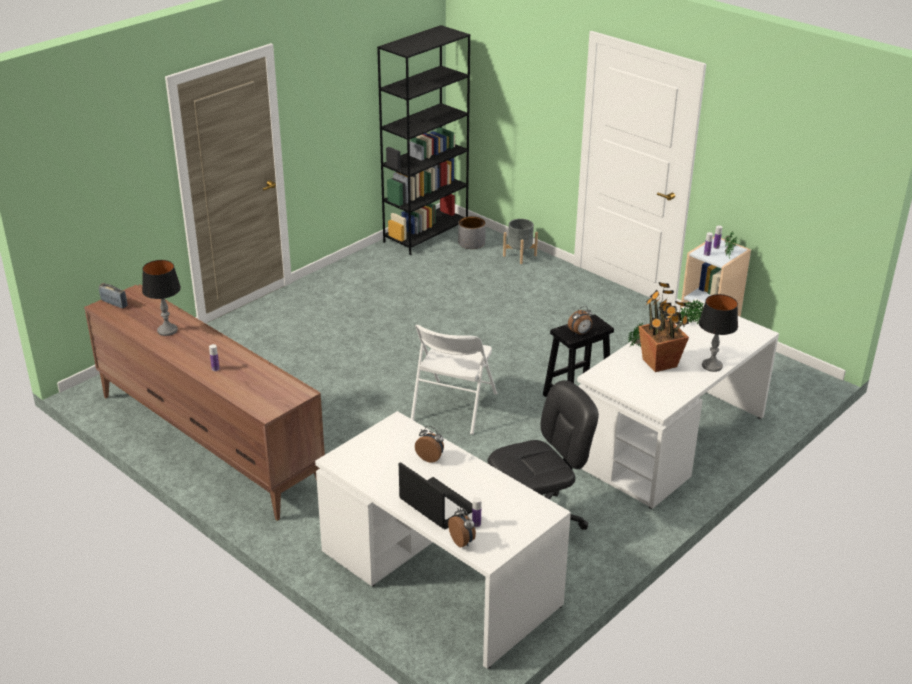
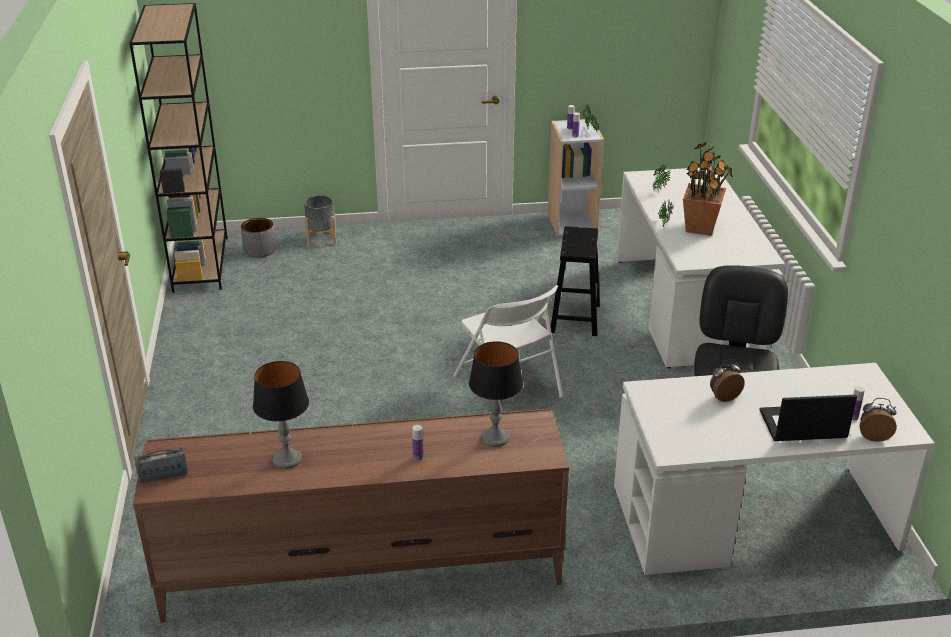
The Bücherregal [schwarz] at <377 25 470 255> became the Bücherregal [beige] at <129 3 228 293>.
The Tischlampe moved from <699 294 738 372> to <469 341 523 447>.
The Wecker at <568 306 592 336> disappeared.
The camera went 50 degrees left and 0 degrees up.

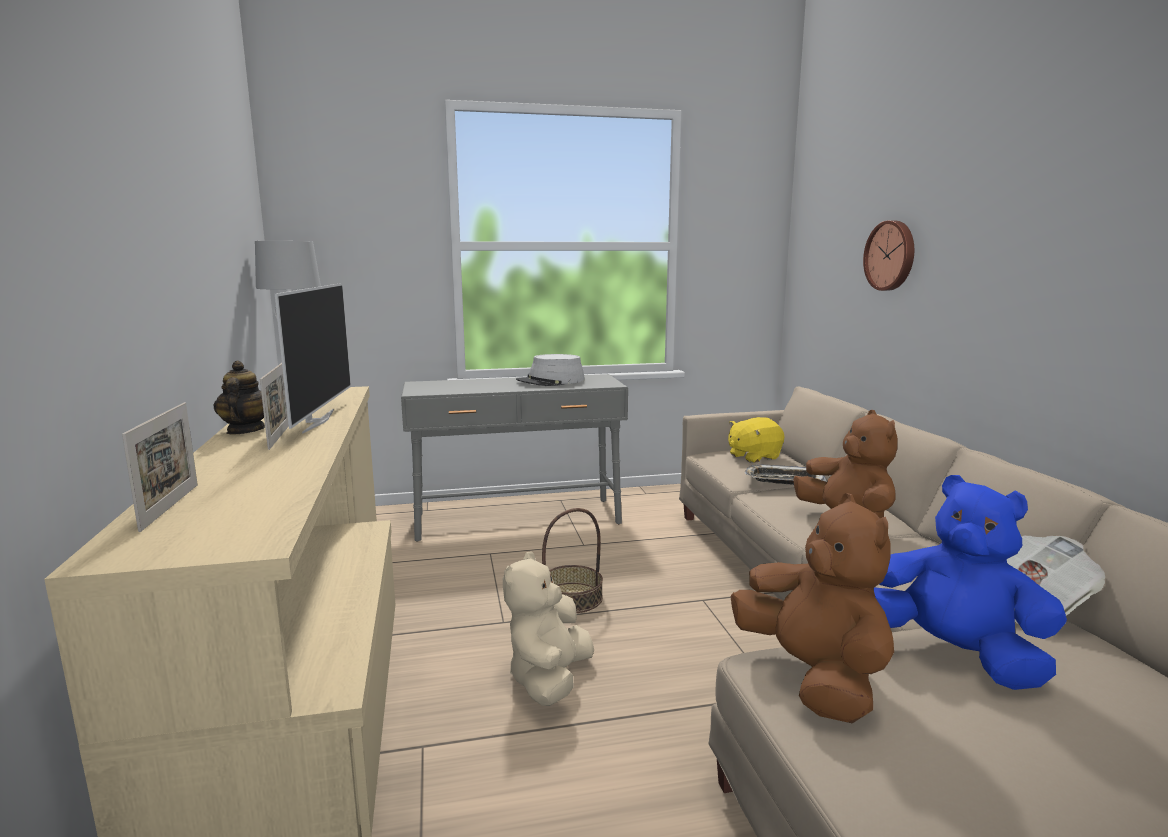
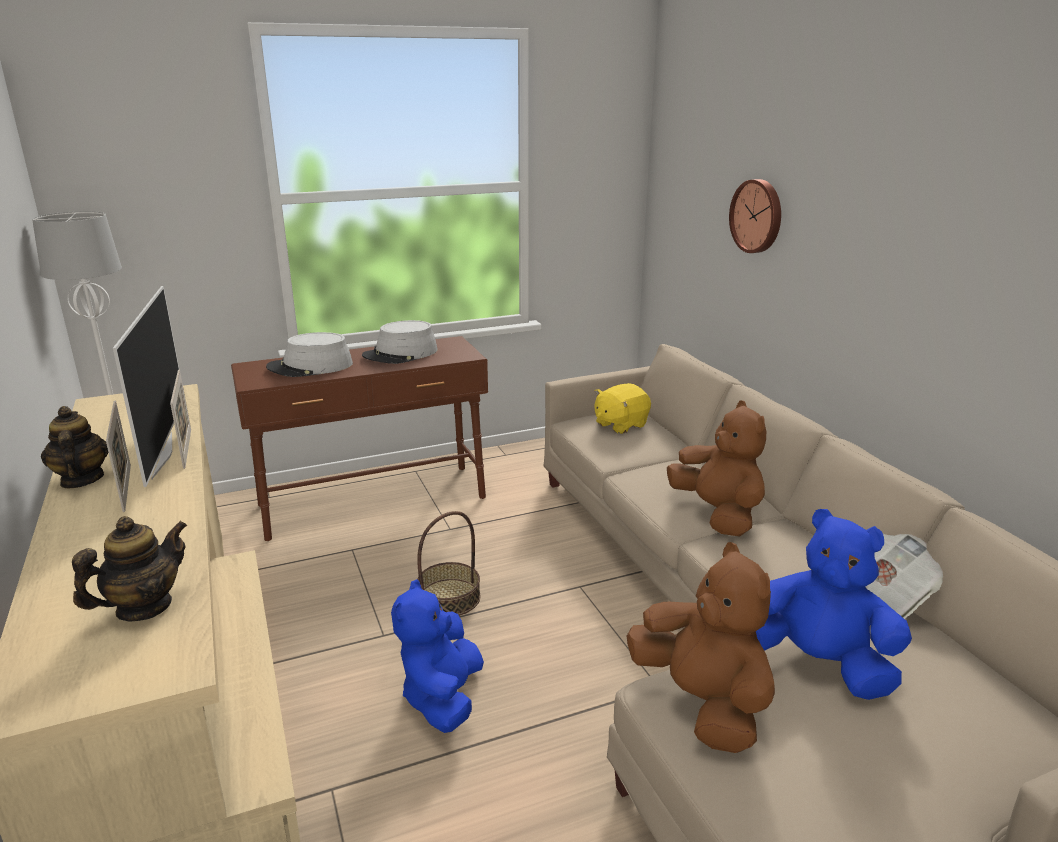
The Teekanne at <72 516 187 622> appeared.
The Bilderrahmen moved from <122 402 198 532> to <170 370 191 469>.
The Konsolentisch [grau] at <401 374 628 542> became the Konsolentisch [braun] at <231 336 488 541>.
The Hut [grau] at <266 332 353 377> appeared.
The Plüschtier [beige] at <503 551 594 706> became the Plüschtier [blau] at <391 579 484 733>.
The Tablett at <744 465 827 485> disappeared.
The camera went 10 degrees left and 10 degrees up.

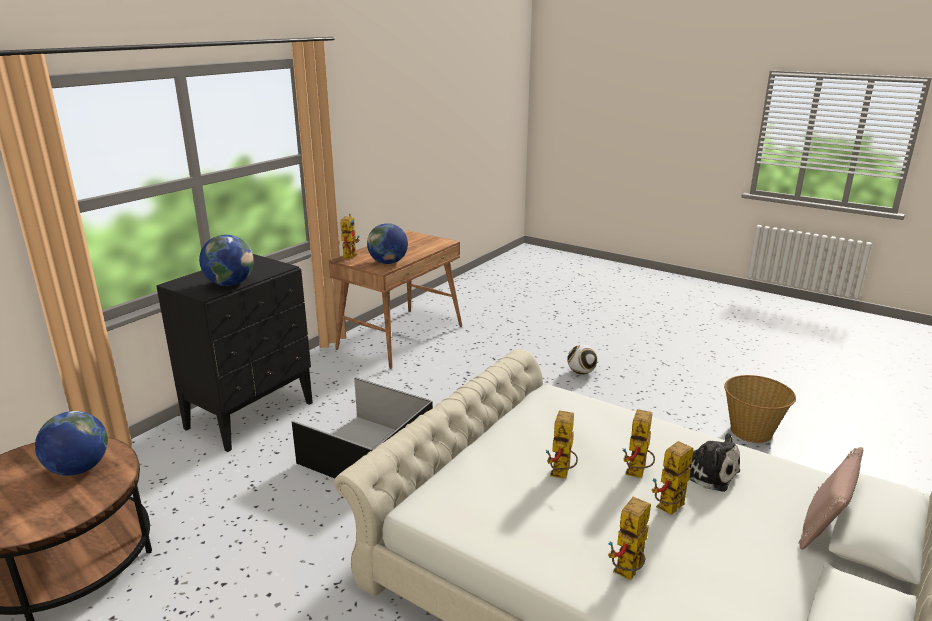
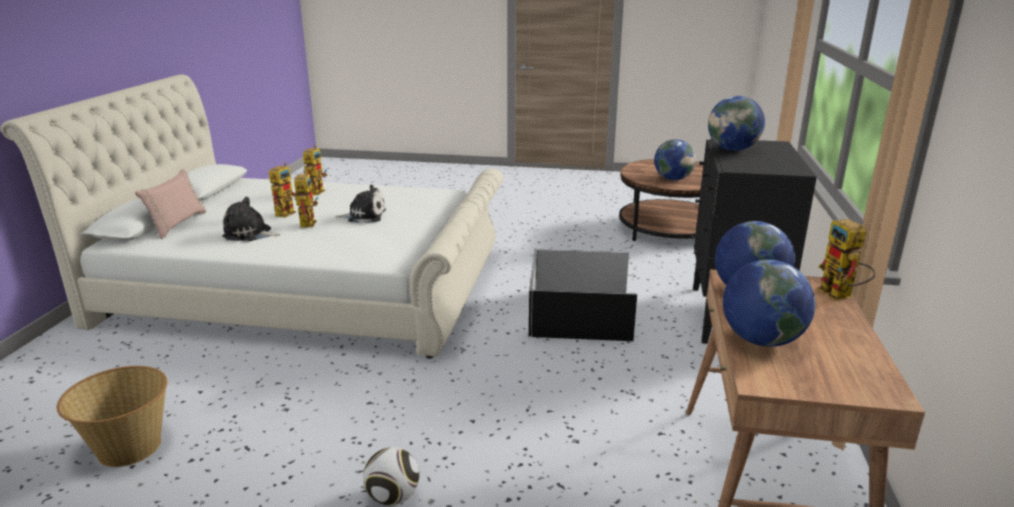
The Spielzeugroboter at <546 410 578 479> was replaced by the Plüschtier at <335 185 386 223>.
The Globus at <723 260 815 347> appeared.
The camera went 155 degrees right and 0 degrees up.

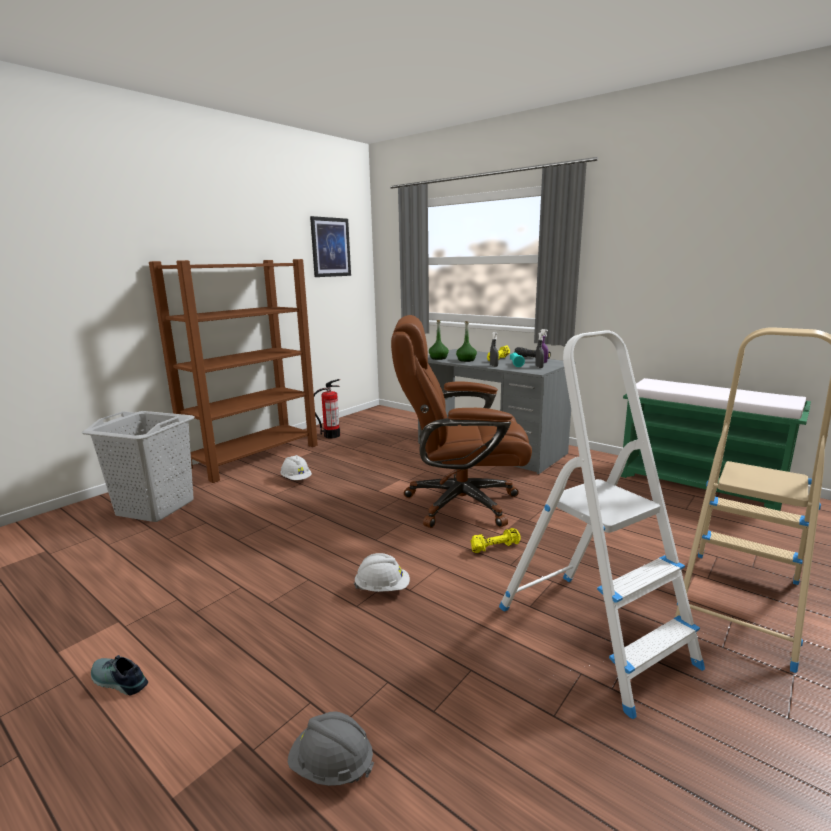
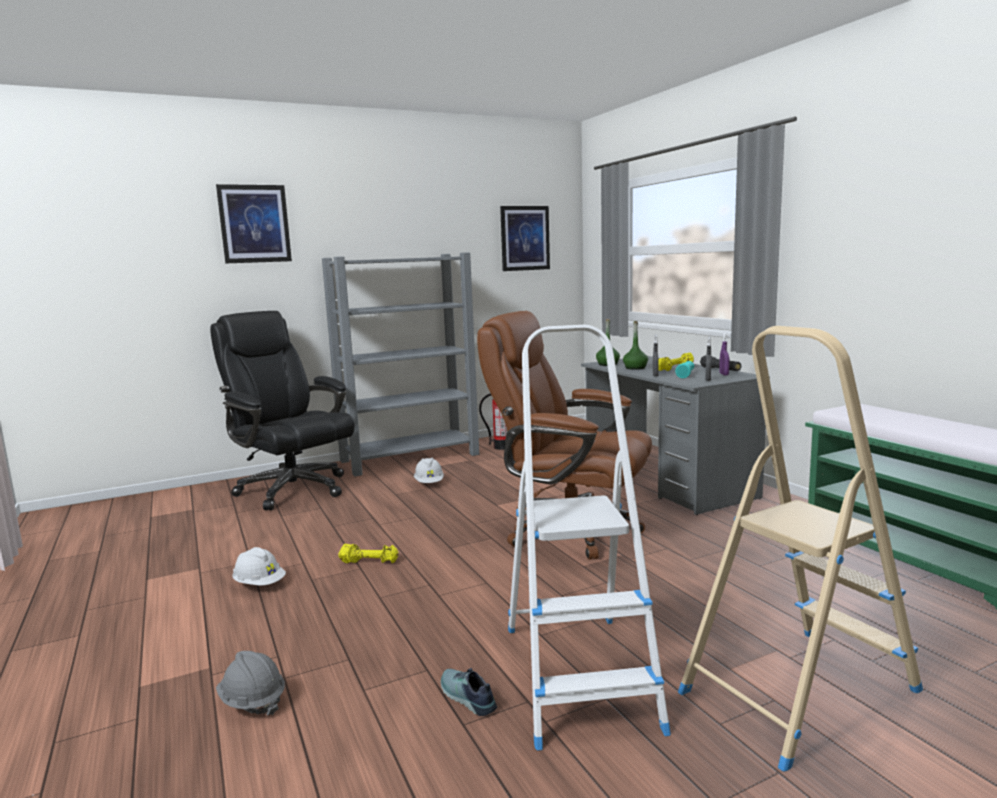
The Wäschekorb [grau] at <81 411 195 522> was replaced by the Bürostuhl [schwarz] at <210 311 355 510>.
The Bild at <216 184 292 264> appeared.
The Schutzhelm [weiß] moved from <354 553 410 592> to <232 547 286 586>.
The Bücherregal [braun] at <149 259 318 483> became the Bücherregal [grau] at <322 252 479 477>.
The Hantel [gelb] moved from <471 528 521 553> to <338 544 399 563>.
The Schuh moved from <91 655 148 696> to <441 668 497 716>.
The camera went 25 degrees right and 5 degrees down.

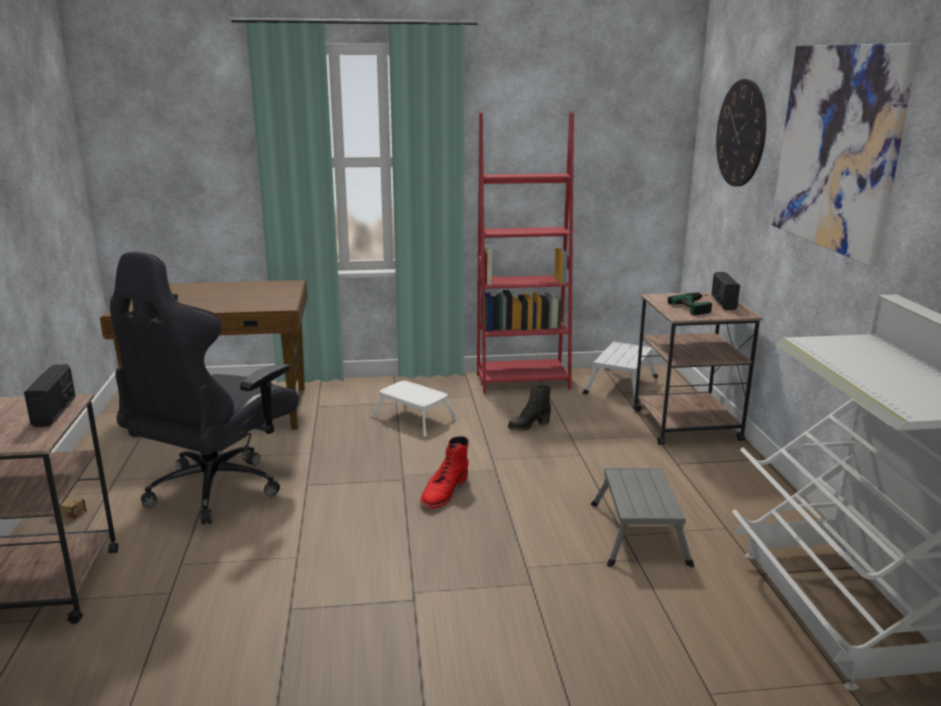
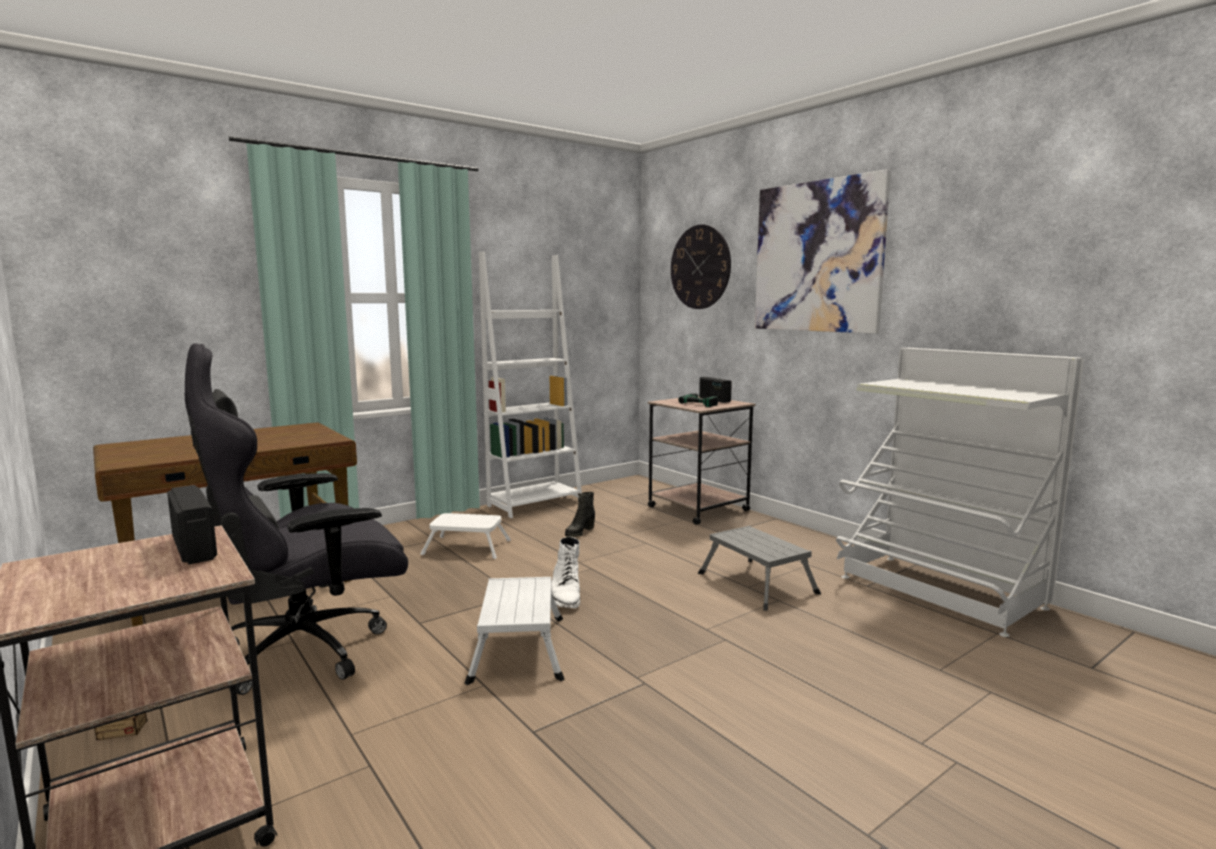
The Bürostuhl [schwarz] at <110 252 299 524> turned 60 degrees clockwise.
The Trittleiter [weiß] moved from <583 341 658 404> to <465 577 564 685>.
The Bücherregal [rot] at <477 112 574 394> became the Bücherregal [weiß] at <479 252 582 518>.
The Stiefel [rot] at <420 436 469 509> became the Stiefel [weiß] at <551 537 580 608>.
The camera went 30 degrees left and 10 degrees down.

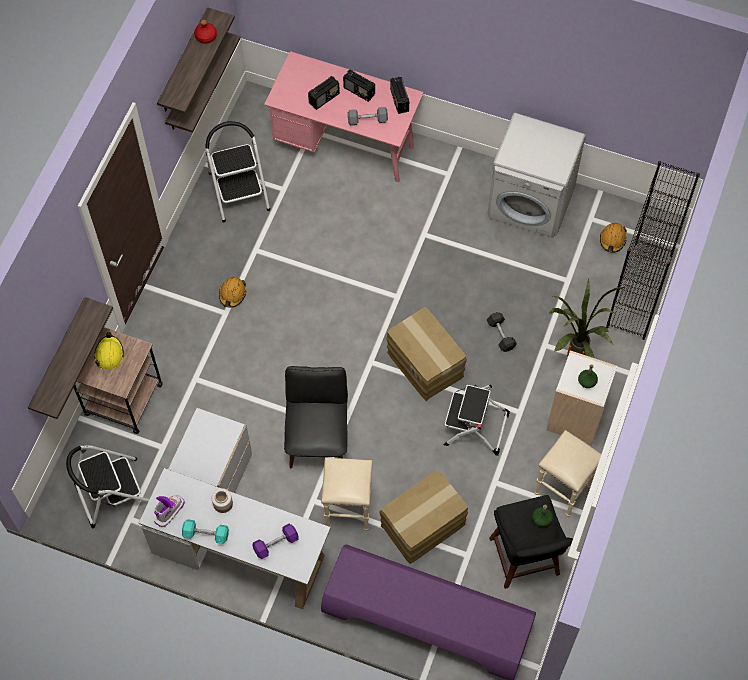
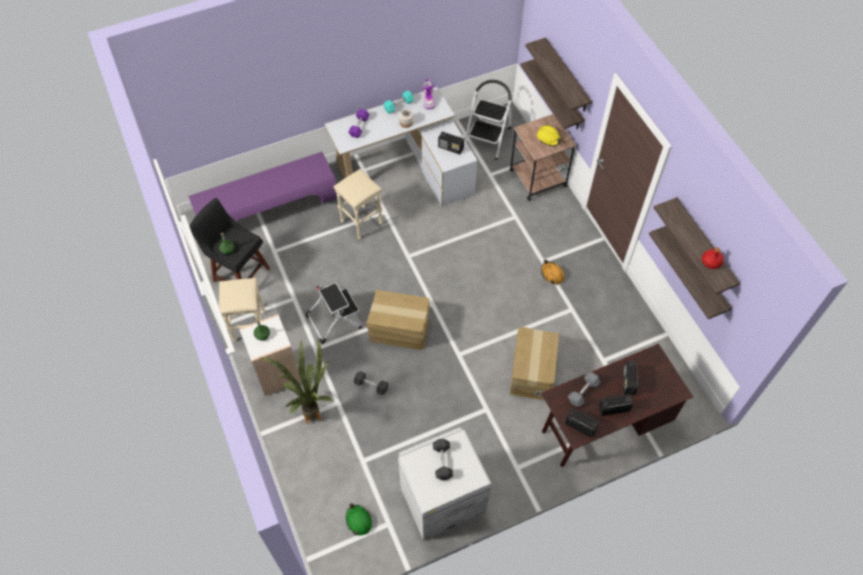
The Schutzhelm [orange] at <600 223 627 253> became the Schutzhelm [grün] at <346 503 372 535>.
The Hantel [grau] at <433 439 453 480> appeared.
The Radio at <438 132 464 155> appeared.
The Karton moved from <379 470 468 564> to <510 327 559 400>.
The Wandregal at <525 38 592 112> appeared.
The Schreibtisch [rosa] at <264 51 424 182> became the Schreibtisch [braun] at <541 344 693 467>.
The Trittleiter at <205 121 270 222> disappeared.
The Stuhl [schwarz] at <284 366 348 468> disappeared.
The Bücherregal [schwarz] at <606 161 700 340> disappeared.
The camera went 135 degrees right and 5 degrees down.

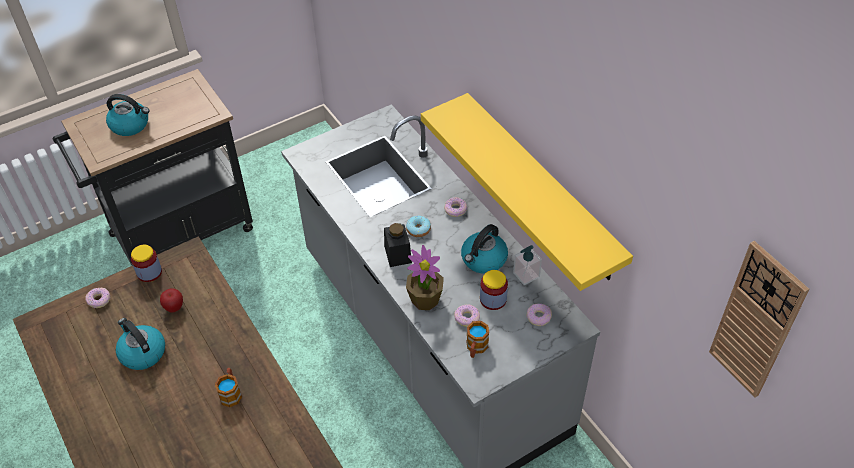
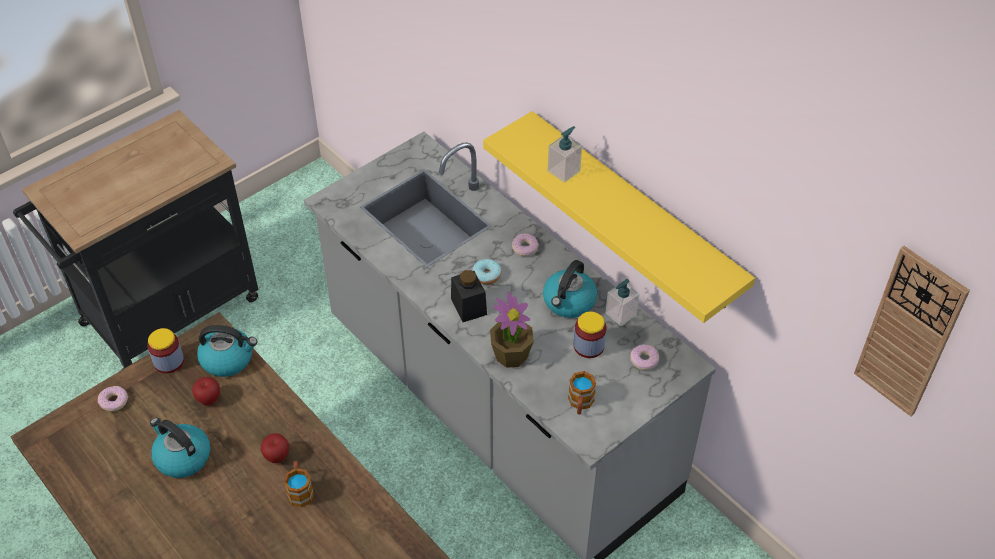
The Wasserkessel moved from <106 94 149 136> to <197 325 257 377>.
The Apfel at <261 433 289 463> appeared.
The Seifenspender at <548 126 582 183> appeared.
The Donut at <454 304 480 327> disappeared.
The camera went 10 degrees left and 0 degrees up.

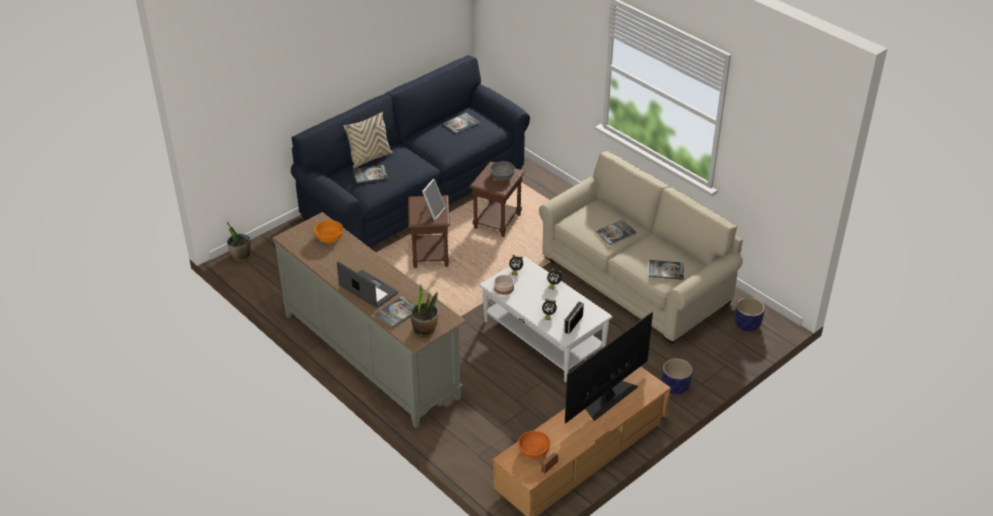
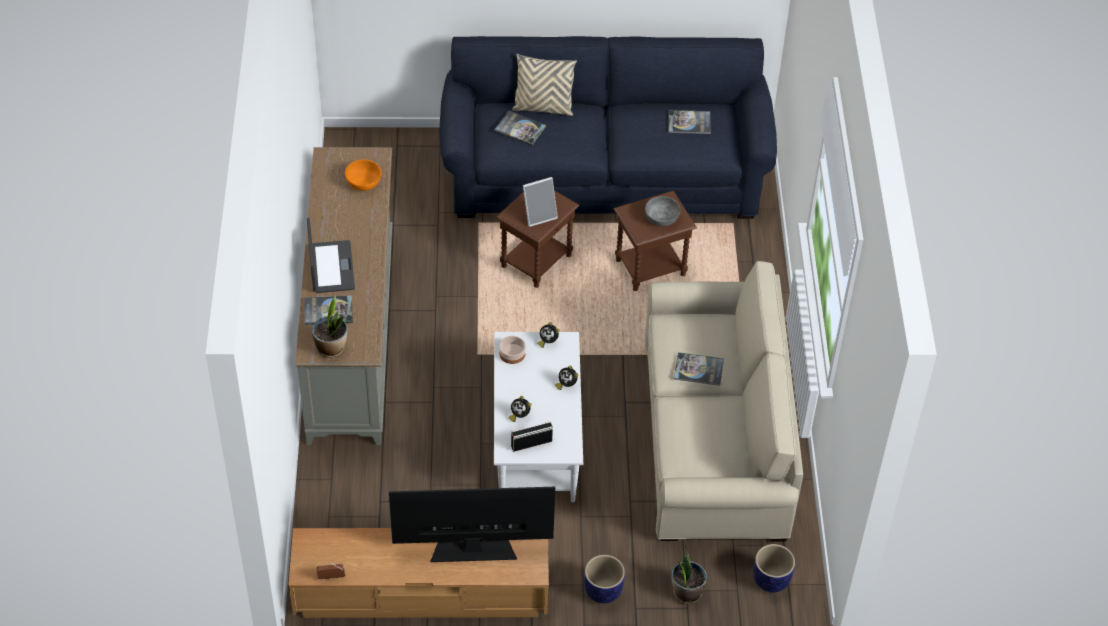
The Topfpflanze moved from <227 222 251 261> to <672 545 707 604>.
The Schüssel [orange] at <518 431 550 459> disappeared.
The Buch at <649 260 684 280> disappeared.
The camera went 40 degrees right and 10 degrees up.

